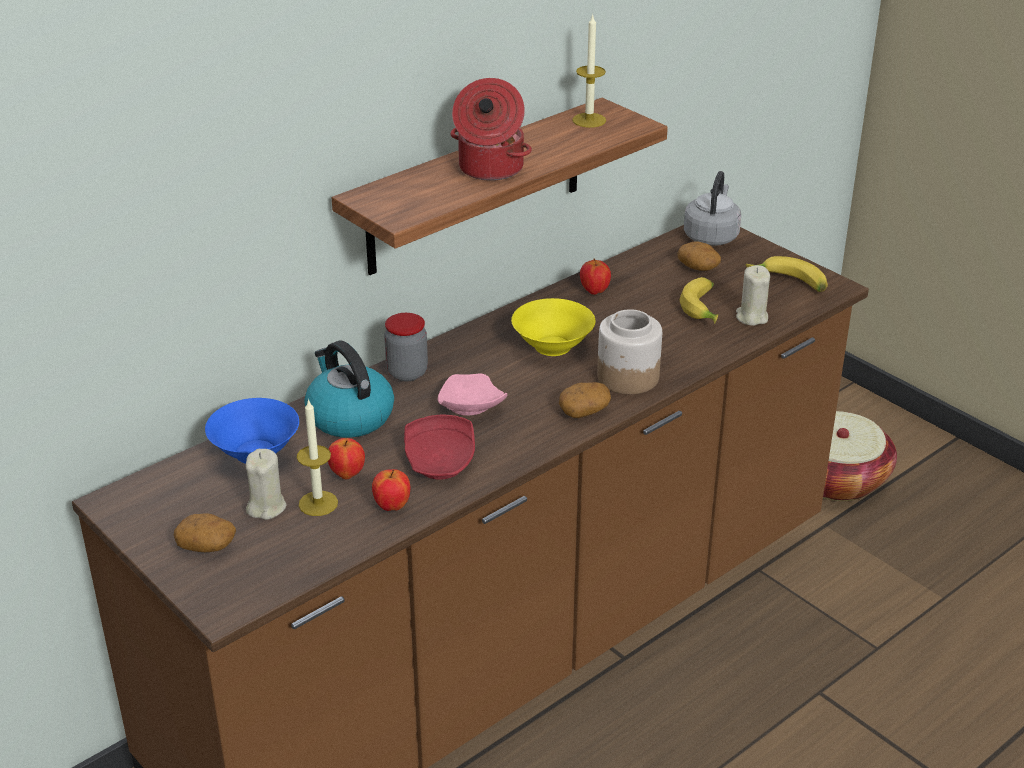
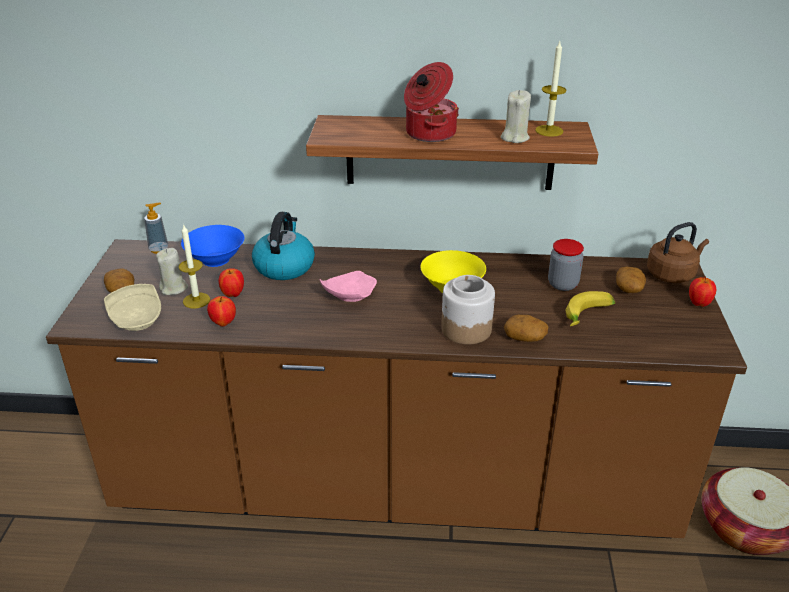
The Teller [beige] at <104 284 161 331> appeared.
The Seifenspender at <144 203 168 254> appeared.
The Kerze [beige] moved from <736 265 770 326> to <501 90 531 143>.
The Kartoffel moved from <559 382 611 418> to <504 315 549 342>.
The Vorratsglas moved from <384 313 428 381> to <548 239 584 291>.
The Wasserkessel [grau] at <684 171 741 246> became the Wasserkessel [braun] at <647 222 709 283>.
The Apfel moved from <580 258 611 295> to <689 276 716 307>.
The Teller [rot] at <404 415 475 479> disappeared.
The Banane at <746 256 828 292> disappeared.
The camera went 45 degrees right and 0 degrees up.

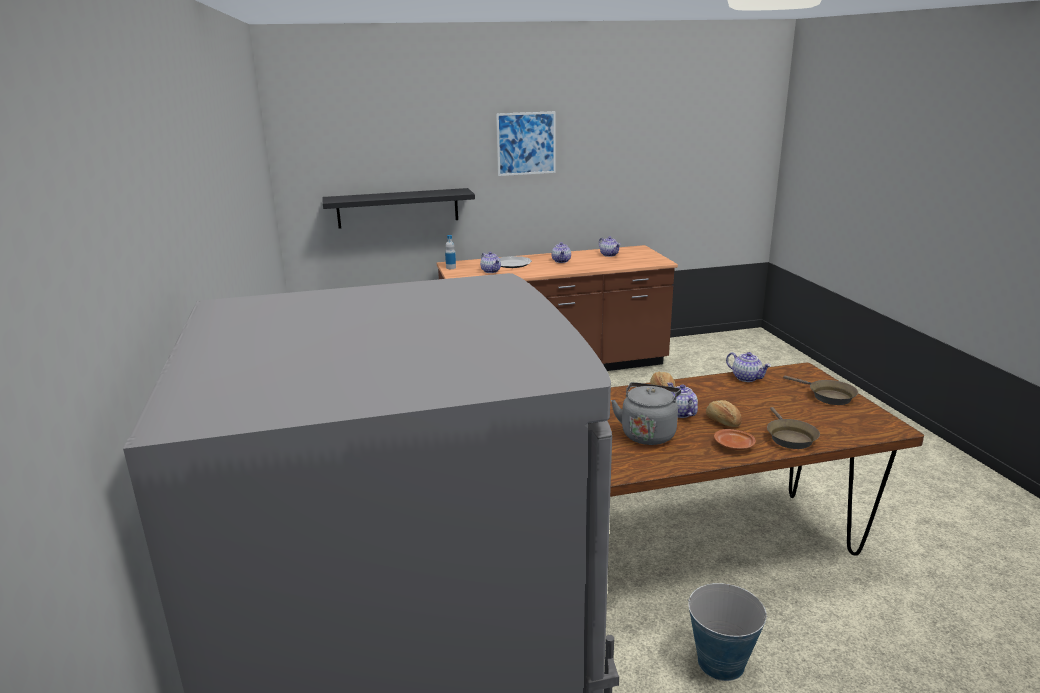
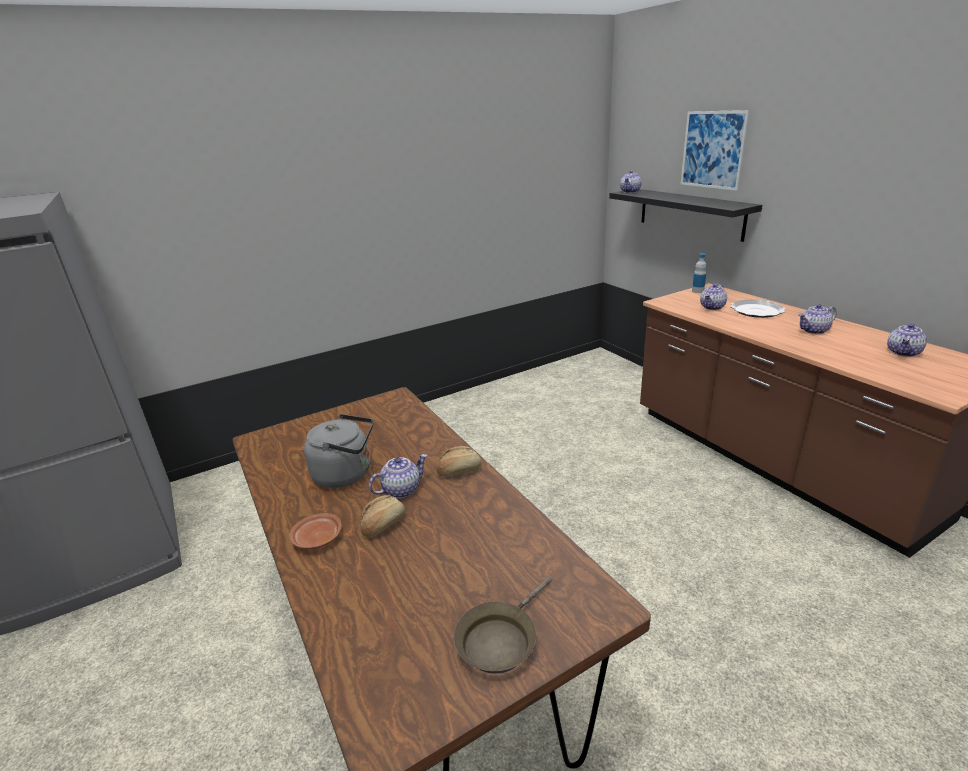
The Teekanne moved from <726 352 771 382> to <620 170 641 193>.
The Bild moved from <496 111 556 176> to <681 110 750 191>.
The Eimer at <688 583 768 681> disappeared.
The Pfanne [braun] at <767 407 820 449> disappeared.
The camera went 75 degrees right and 5 degrees up.

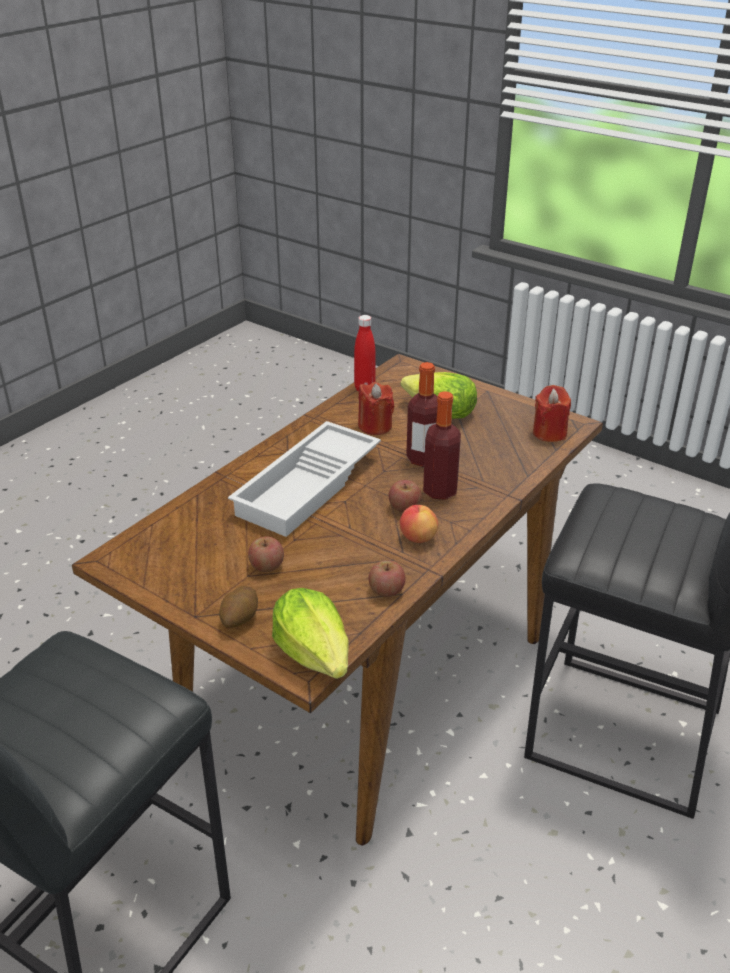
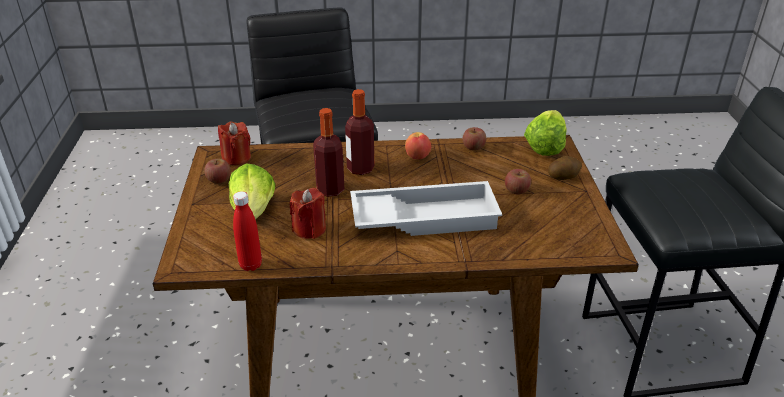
The Apfel moved from <389 480 422 512> to <204 159 231 184>.
The camera went 130 degrees left and 0 degrees up.

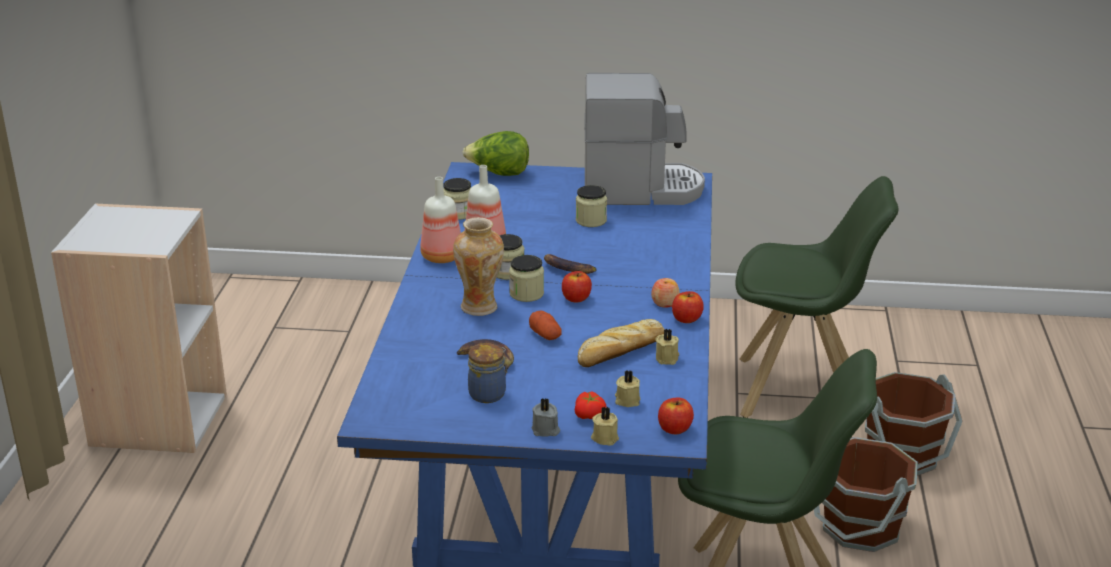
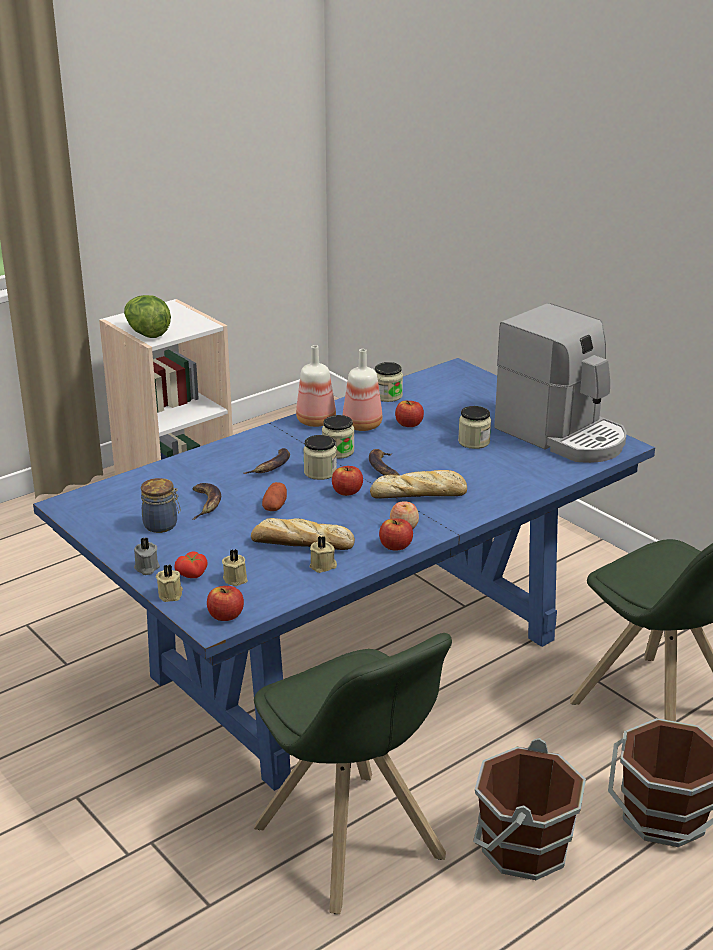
The Salatkopf moved from <463 131 529 176> to <124 295 171 338>.
The Vase at <453 217 504 316> was replaced by the Banane at <244 448 290 474>.
The Brot at <370 470 467 498> appeared.
The Apfel at <395 401 424 427> appeared.
The camera went 45 degrees right and 0 degrees up.

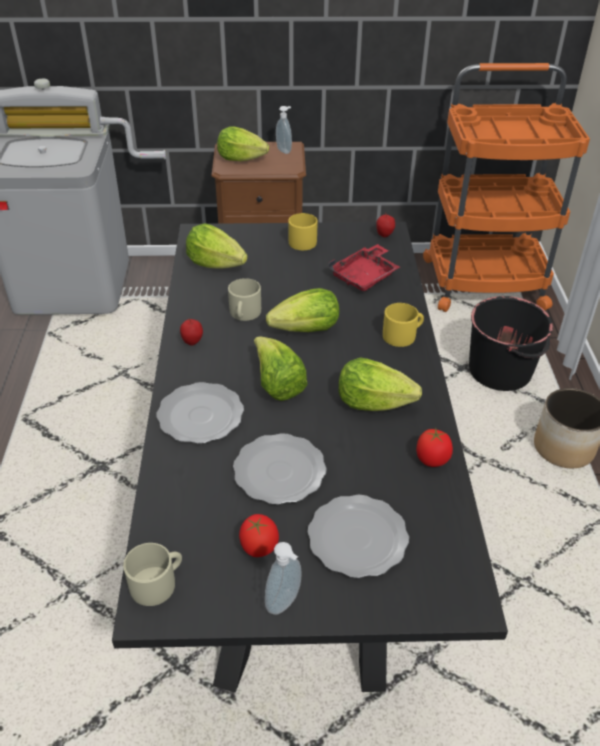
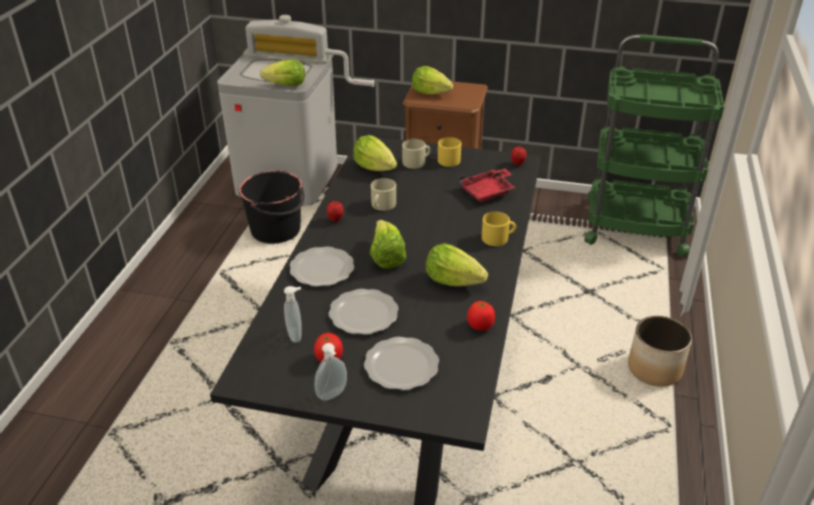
The Eimer [schwarz] moved from <469 296 553 391> to <239 171 305 244>.
The Salatkopf moved from <266 288 339 332> to <260 60 305 86>.
The Seifenspender moved from <276 106 292 154> to <284 286 302 343>.
The Henkelbecher [beige] moved from <123 543 182 606> to <402 139 431 169>.
The Rollwagen [orange] at <423 63 590 312> became the Rollwagen [grün] at <584 34 724 257>.
The camera went 15 degrees right and 5 degrees down.

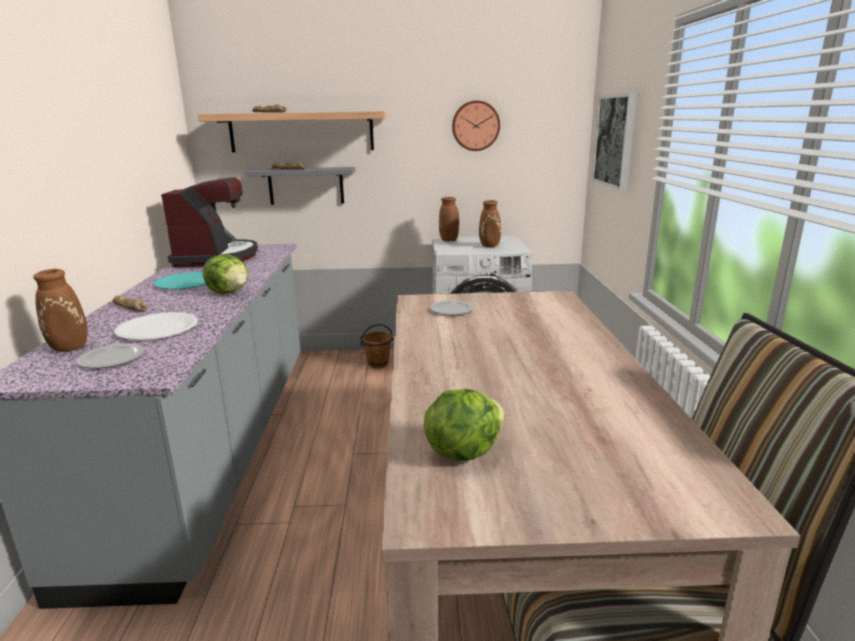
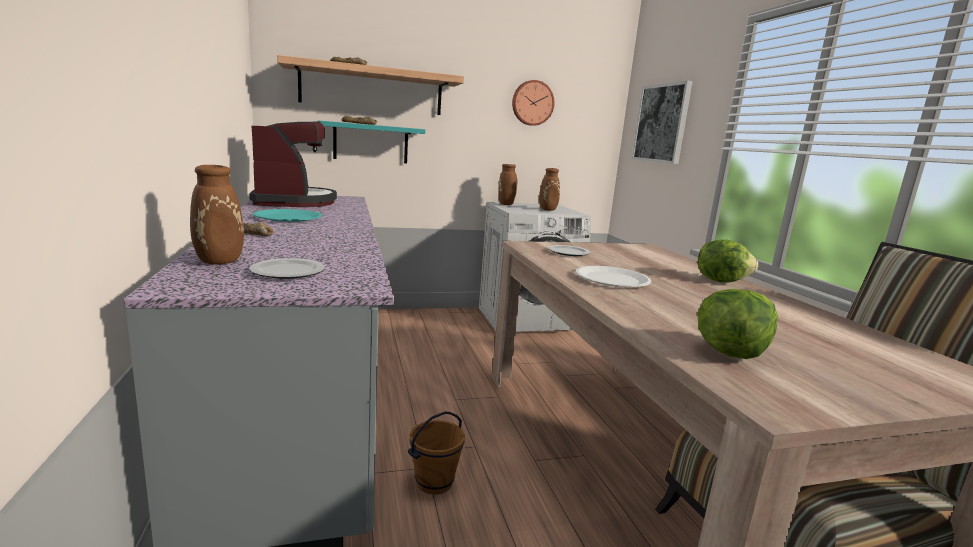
The Wandregal [grau] at <245 167 356 205> became the Wandregal [türkis] at <318 120 425 163>.
The Eimer [braun] moved from <360 324 393 369> to <408 411 465 494>.
The Teller [weiß] moved from <115 312 198 340> to <575 266 651 287>.
The Salatkopf moved from <203 255 248 294> to <698 239 758 282>.
The camera went 15 degrees left and 5 degrees down.

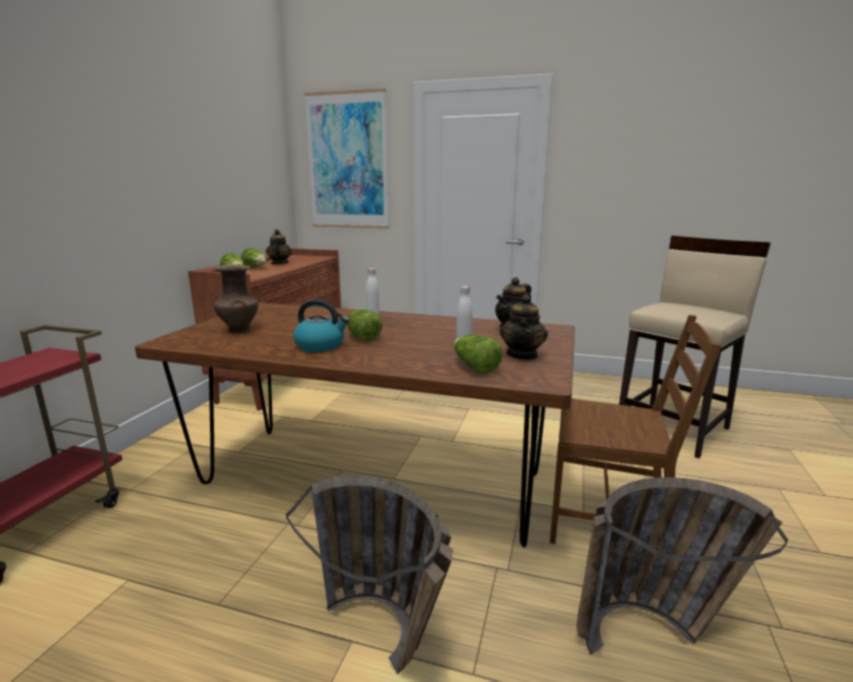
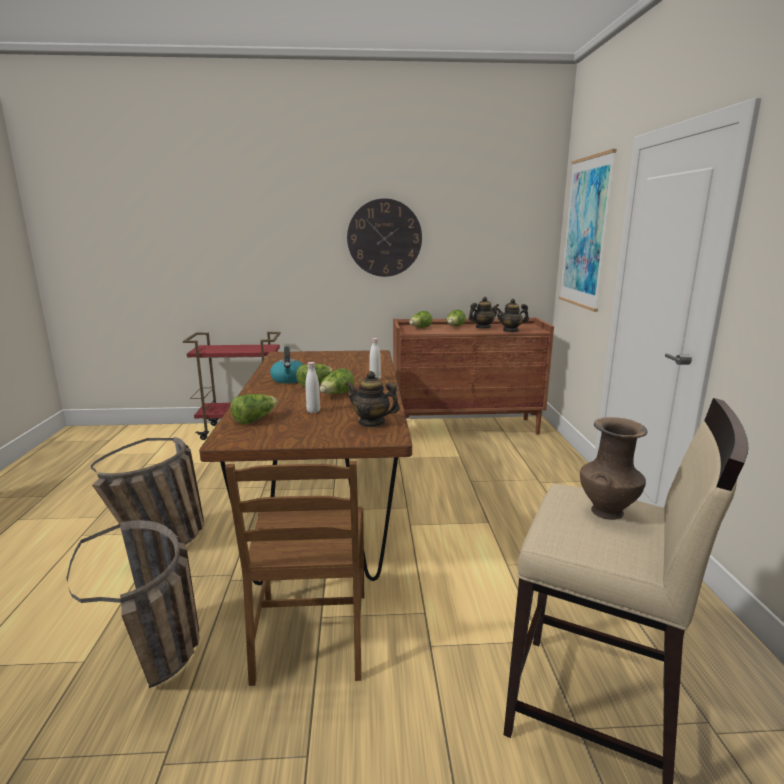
The Salatkopf at <320 368 354 394> appeared.
The Wanduhr at <347 198 422 277> appeared.
The Teekanne moved from <500 294 548 360> to <496 299 529 332>.
The Vase [braun] moved from <214 264 258 333> to <580 417 647 520>.
The camera went 70 degrees right and 0 degrees up.

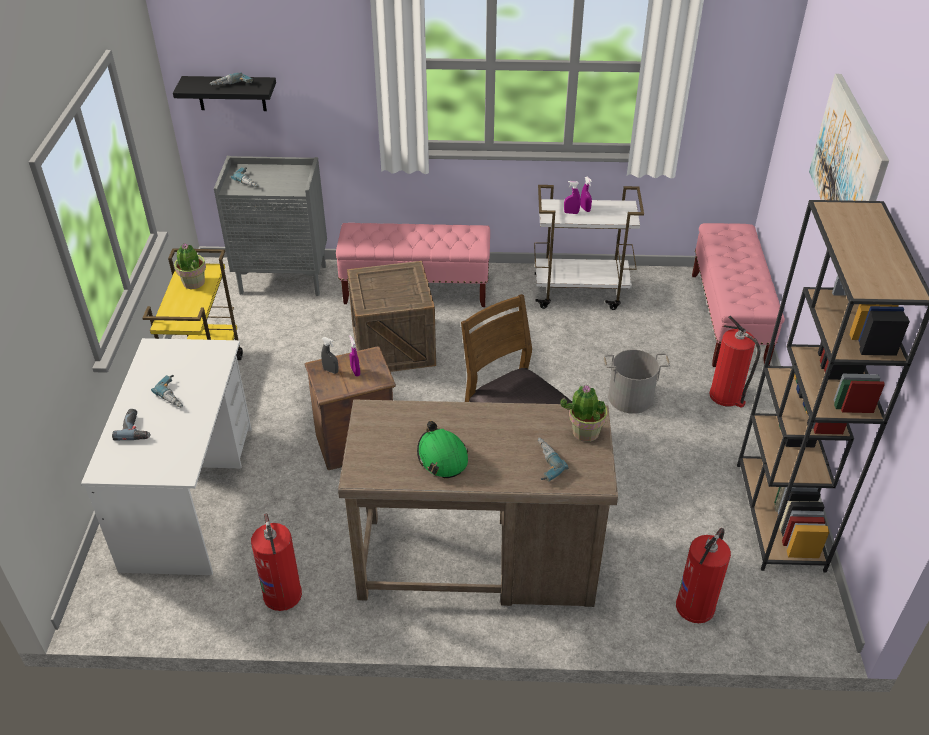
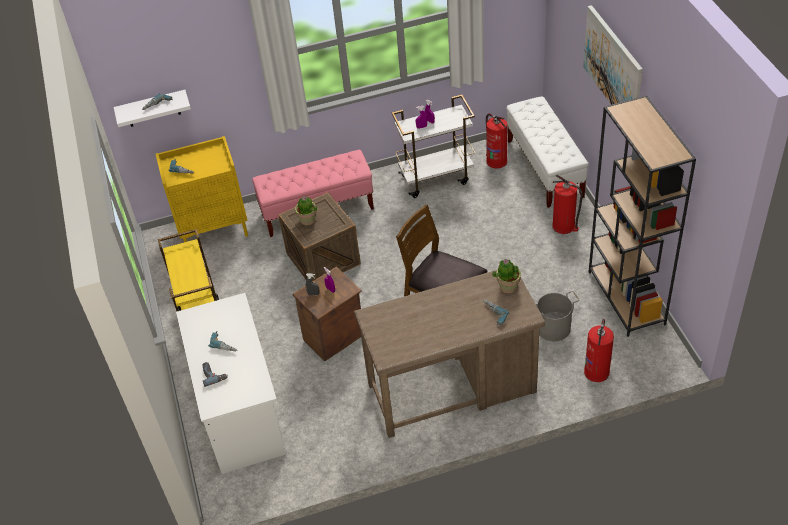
The Wandregal [schwarz] at <173 76 276 111> became the Wandregal [weiß] at <114 90 191 127>.
The Schrank [grau] at <214 156 327 296> became the Schrank [gelb] at <156 136 248 242>.
The Topfpflanze moved from <174 243 206 289> to <295 196 317 225>.
The Feuerlöscher moved from <251 513 302 611> to <486 113 507 169>.
The Bank [rosa] at <692 223 785 367> became the Bank [weiß] at <506 96 589 208>.
The Eimer [grau] moved from <604 349 670 414> to <536 291 580 341>.
The Schutzhelm [grün] at <417 421 468 478> disappeared.
The camera went 15 degrees left and 5 degrees up.

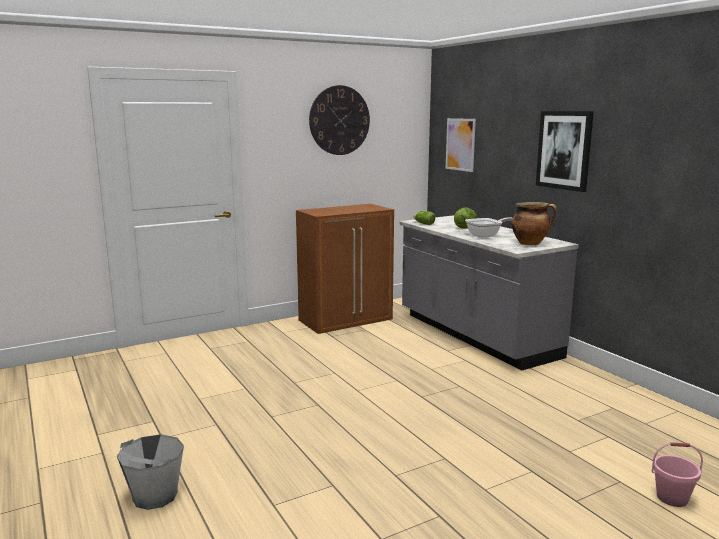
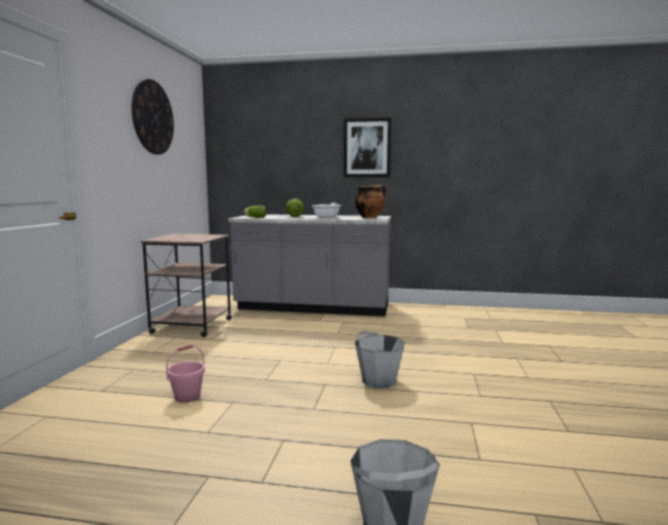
The Schrank [braun] at <296 204 394 334> was replaced by the Rollwagen [braun] at <140 234 232 337>.
The Eimer [rosa] moved from <652 442 703 507> to <166 345 205 403>.
The Eimer [grau] at <355 331 405 388> appeared.
The Bild at <446 118 476 172> disappeared.
The camera went 50 degrees left and 5 degrees down.

